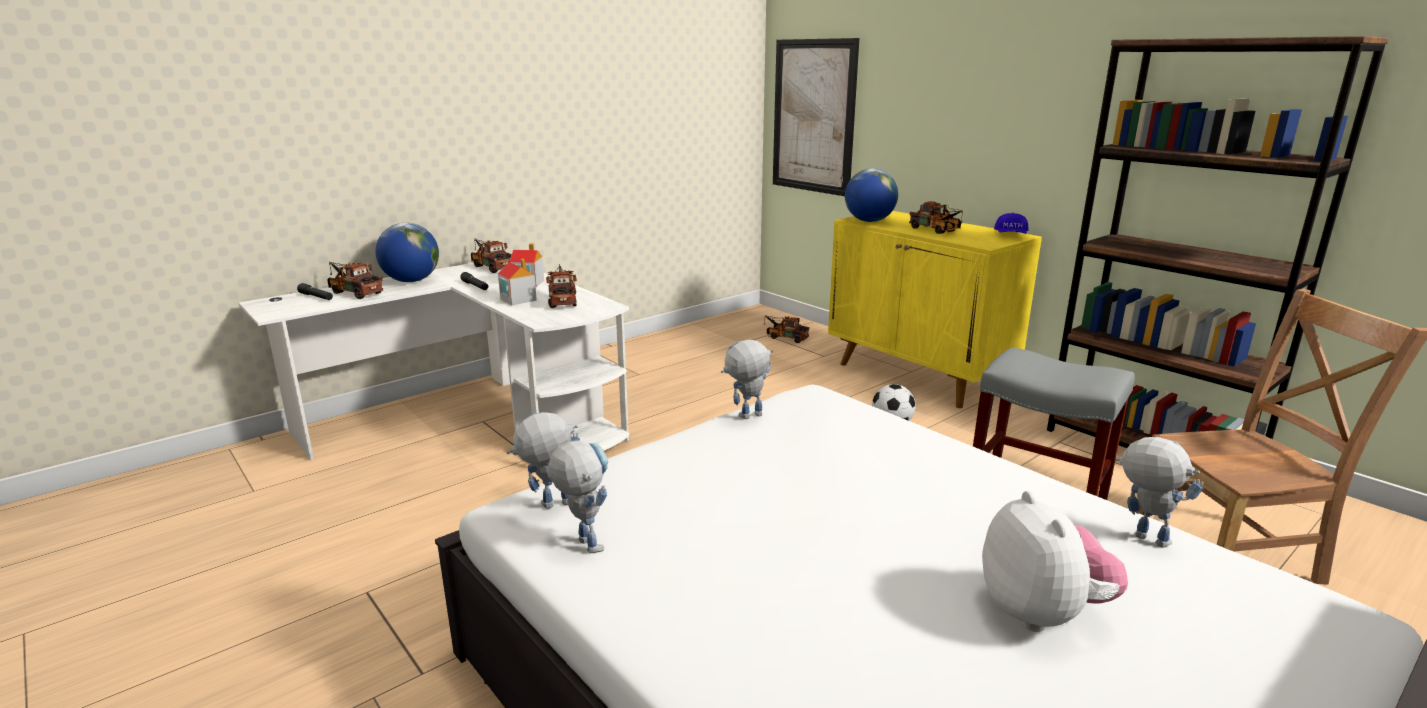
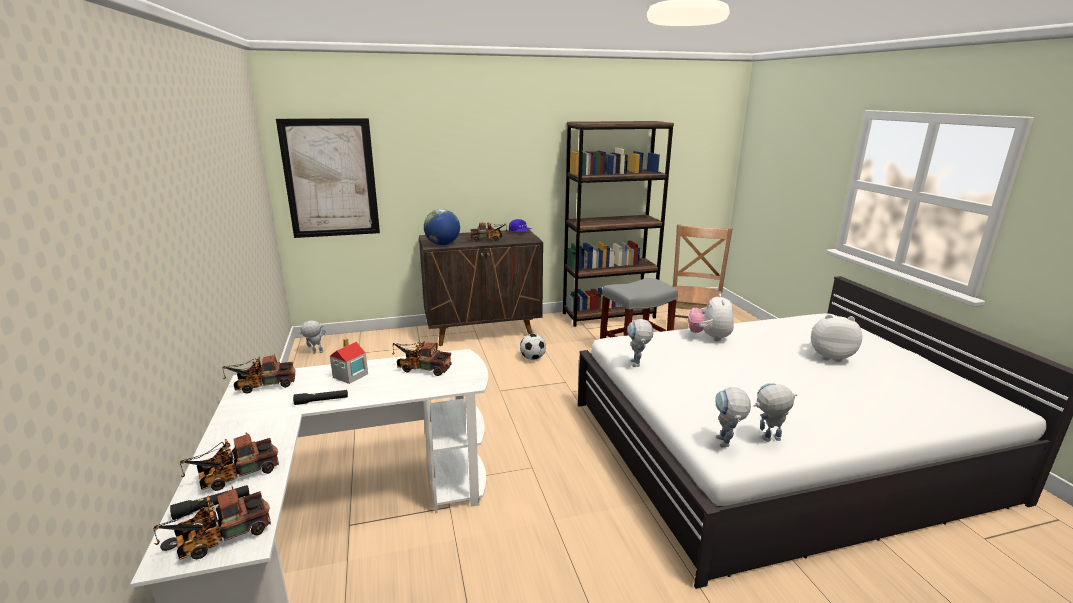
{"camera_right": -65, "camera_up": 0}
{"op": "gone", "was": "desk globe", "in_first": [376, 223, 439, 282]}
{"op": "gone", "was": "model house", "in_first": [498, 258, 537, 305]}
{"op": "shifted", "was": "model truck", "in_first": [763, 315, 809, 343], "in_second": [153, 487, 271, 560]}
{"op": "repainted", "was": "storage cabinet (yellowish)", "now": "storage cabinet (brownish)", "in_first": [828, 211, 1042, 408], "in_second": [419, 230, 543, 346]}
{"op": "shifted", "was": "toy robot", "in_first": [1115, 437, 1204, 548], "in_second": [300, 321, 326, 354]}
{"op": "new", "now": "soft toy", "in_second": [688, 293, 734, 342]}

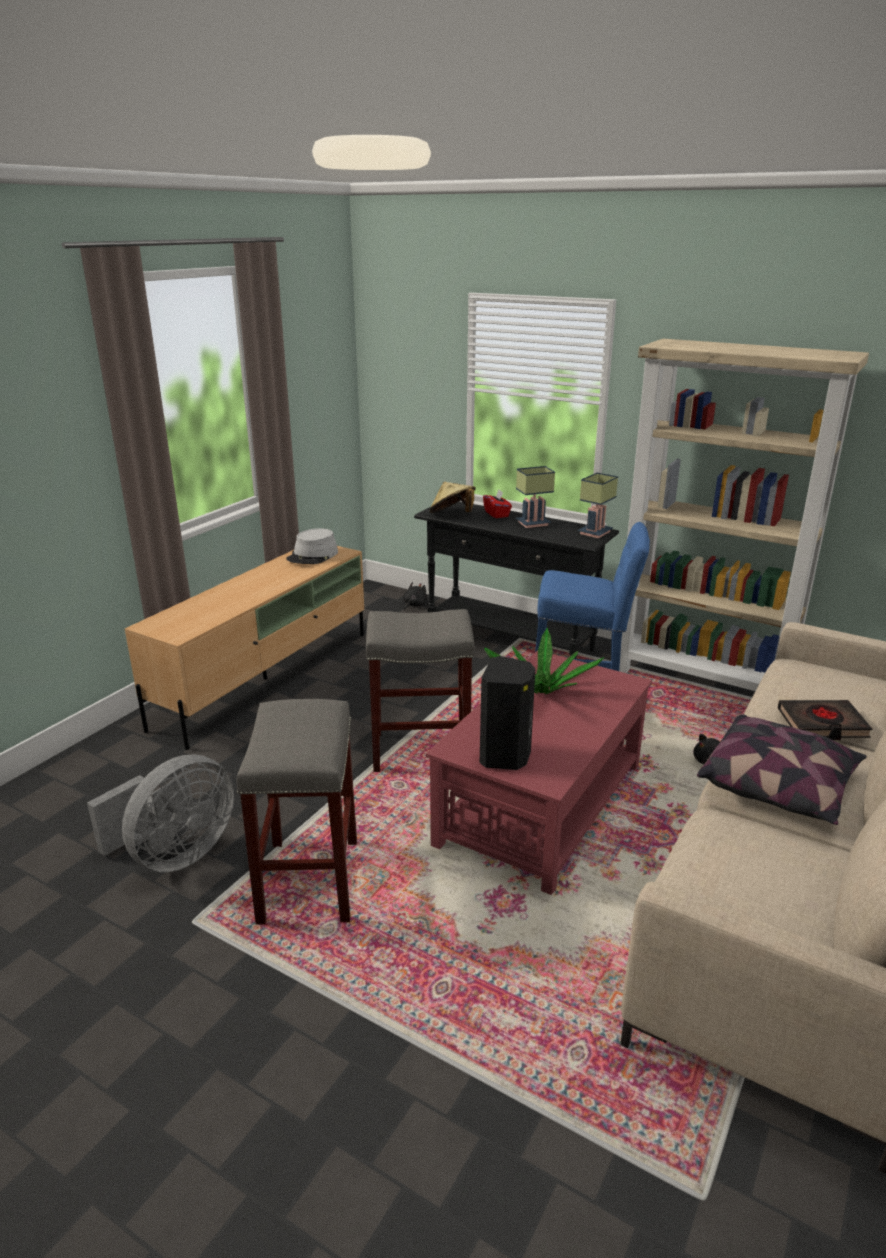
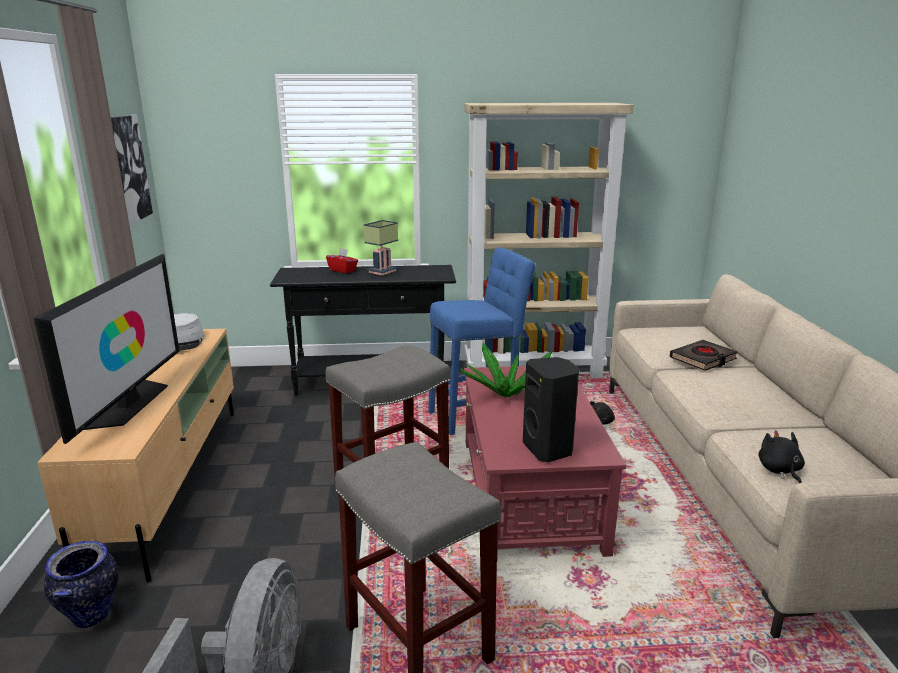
{"camera_right": -35, "camera_up": -5}
{"op": "shifted", "was": "soft toy (blackish)", "in_first": [403, 582, 427, 611], "in_second": [759, 430, 805, 483]}
{"op": "gone", "was": "hat (beige-coloured)", "in_first": [429, 482, 476, 513]}
{"op": "gone", "was": "tabletop lamp", "in_first": [578, 473, 618, 538]}
{"op": "gone", "was": "throw pillow", "in_first": [697, 714, 867, 825]}
{"op": "new", "now": "TV", "in_second": [34, 254, 179, 444]}
{"op": "new", "now": "flower vase", "in_second": [44, 541, 118, 628]}
{"op": "new", "now": "wall picture", "in_second": [111, 115, 153, 225]}

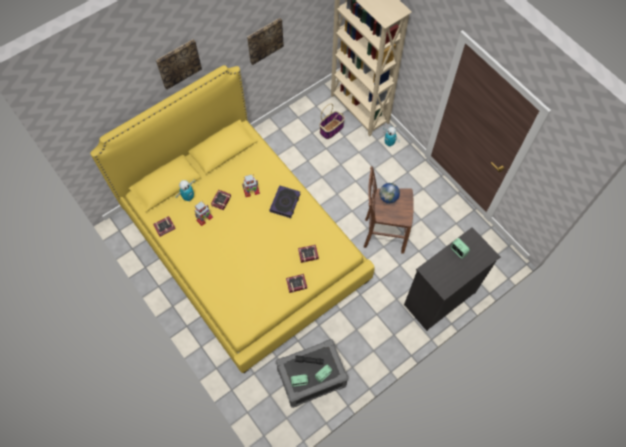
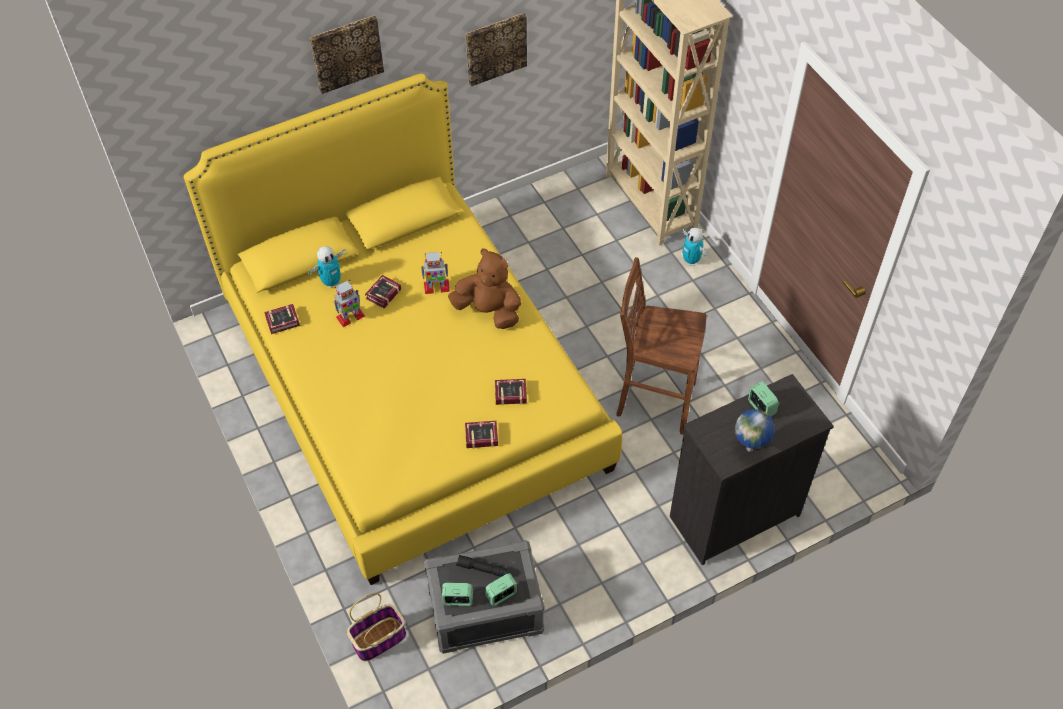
{"camera_right": 10, "camera_up": -10}
{"op": "swapped", "was": "book", "now": "soft toy (brownish)", "in_first": [270, 185, 300, 218], "in_second": [448, 249, 521, 329]}
{"op": "shifted", "was": "storage basket", "in_first": [319, 104, 345, 139], "in_second": [347, 593, 406, 661]}
{"op": "shifted", "was": "desk globe", "in_first": [379, 183, 400, 204], "in_second": [735, 409, 775, 452]}

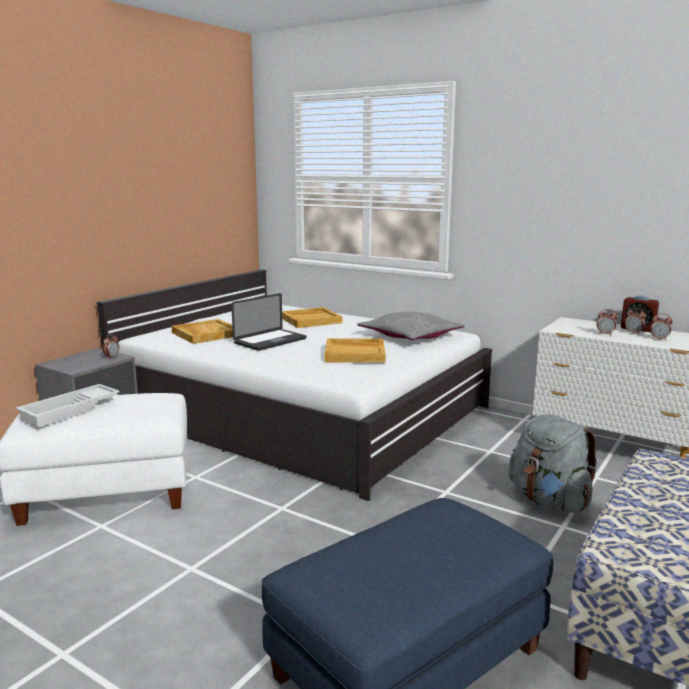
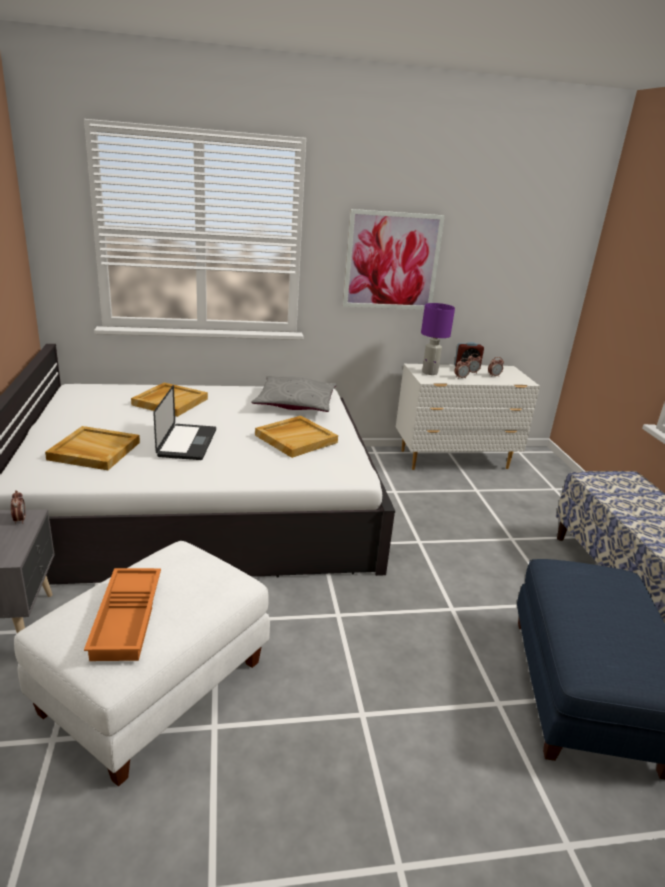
{"camera_right": -45, "camera_up": 10}
{"op": "repainted", "was": "serving tray (white)", "now": "serving tray (orangey)", "in_first": [16, 384, 120, 428], "in_second": [84, 568, 161, 661]}
{"op": "gone", "was": "rucksack (greyish)", "in_first": [509, 414, 598, 513]}
{"op": "new", "now": "wall picture", "in_second": [343, 209, 445, 310]}
{"op": "new", "now": "tabletop lamp (purple-coloured)", "in_second": [421, 303, 455, 375]}

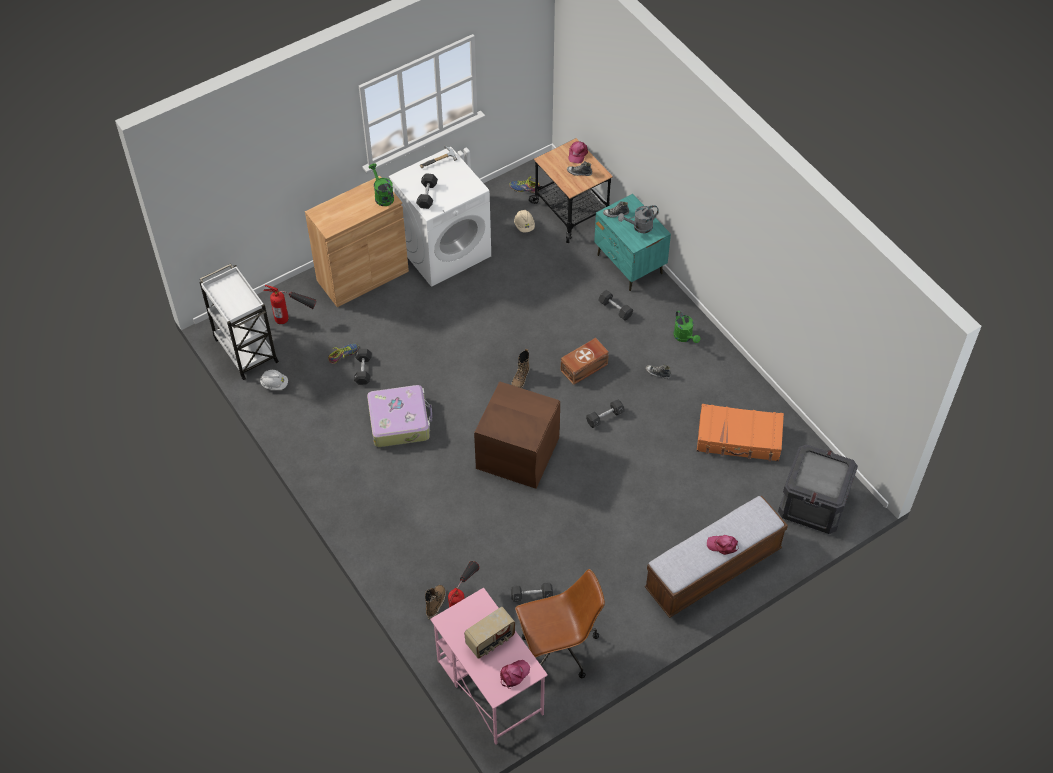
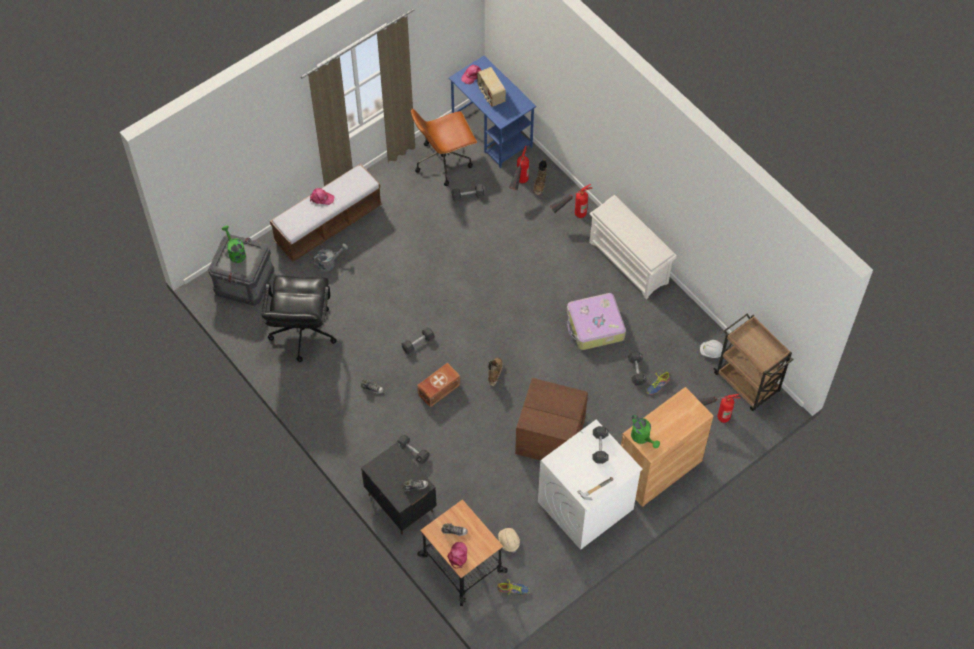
{"camera_right": 175, "camera_up": 5}
{"op": "repainted", "was": "trolley (white)", "now": "trolley (brownish)", "in_first": [199, 264, 279, 380], "in_second": [714, 313, 794, 411]}
{"op": "repainted", "was": "desk table (pinkish)", "now": "desk table (blue-coloured)", "in_first": [430, 588, 548, 745], "in_second": [449, 56, 536, 168]}
{"op": "rotated", "was": "radio", "in_first": [464, 607, 515, 659], "in_second": [477, 67, 506, 107], "clockwise": -75}
{"op": "shifted", "was": "storage bin (brownish)", "in_first": [474, 382, 560, 489], "in_second": [515, 378, 588, 460]}
{"op": "repainted", "was": "bedside table (turquoise)", "now": "bedside table (blackish)", "in_first": [594, 194, 671, 291], "in_second": [361, 443, 437, 535]}
{"op": "shifted", "was": "watering can (greyish)", "in_first": [618, 205, 659, 233], "in_second": [313, 243, 348, 272]}
{"op": "shifted", "was": "watering can (green-coloured)", "in_first": [673, 310, 700, 343], "in_second": [222, 226, 246, 263]}
{"op": "swapped", "was": "suitcase (orangey)", "now": "office chair (blackish)", "in_first": [697, 404, 784, 462], "in_second": [261, 275, 336, 362]}
{"op": "new", "now": "extinguisher", "in_second": [550, 184, 592, 218]}
{"op": "new", "now": "shoe rack (white)", "in_second": [589, 195, 677, 299]}

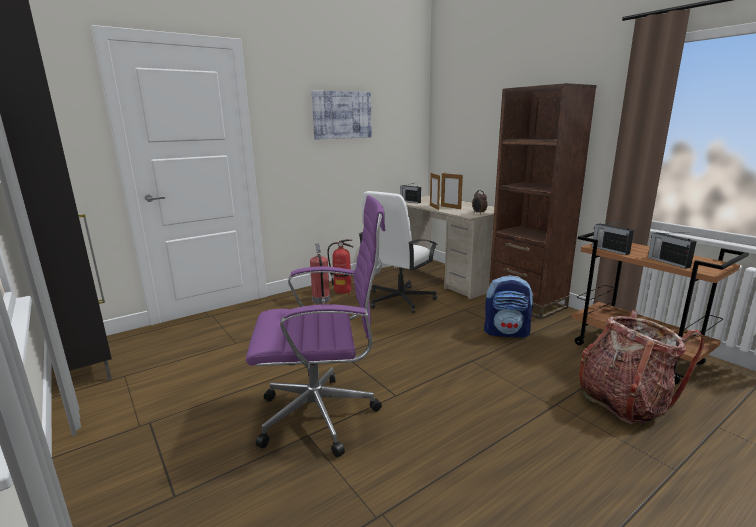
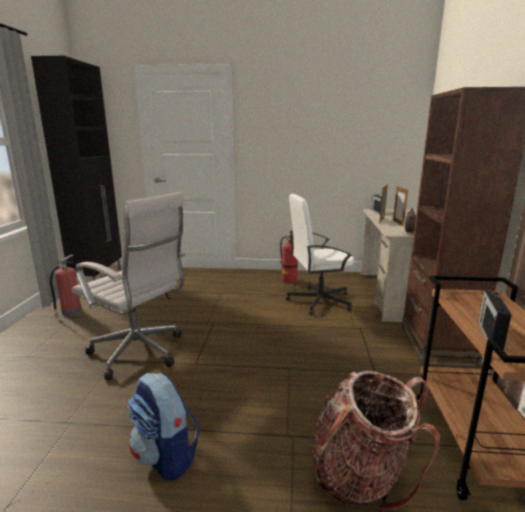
{"camera_right": 40, "camera_up": 0}
{"op": "repainted", "was": "office chair (purple-coloured)", "now": "office chair (white)", "in_first": [246, 195, 385, 457], "in_second": [72, 191, 186, 380]}
{"op": "shifted", "was": "extinguisher", "in_first": [310, 243, 330, 304], "in_second": [50, 254, 82, 317]}
{"op": "gone", "was": "wall picture", "in_first": [311, 91, 372, 140]}
{"op": "shifted", "was": "rucksack", "in_first": [484, 275, 534, 338], "in_second": [127, 373, 200, 481]}
{"op": "gone", "was": "radio", "in_first": [592, 222, 634, 255]}

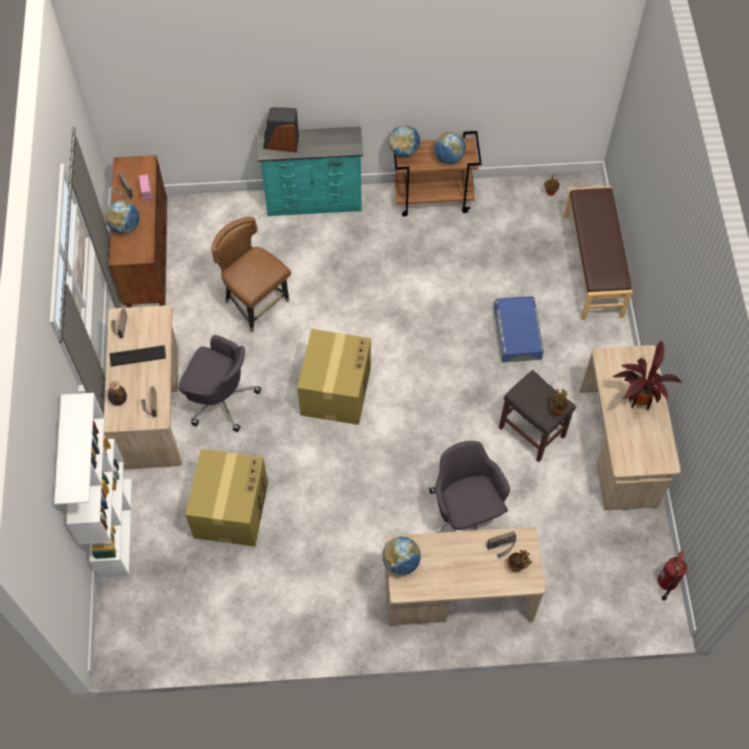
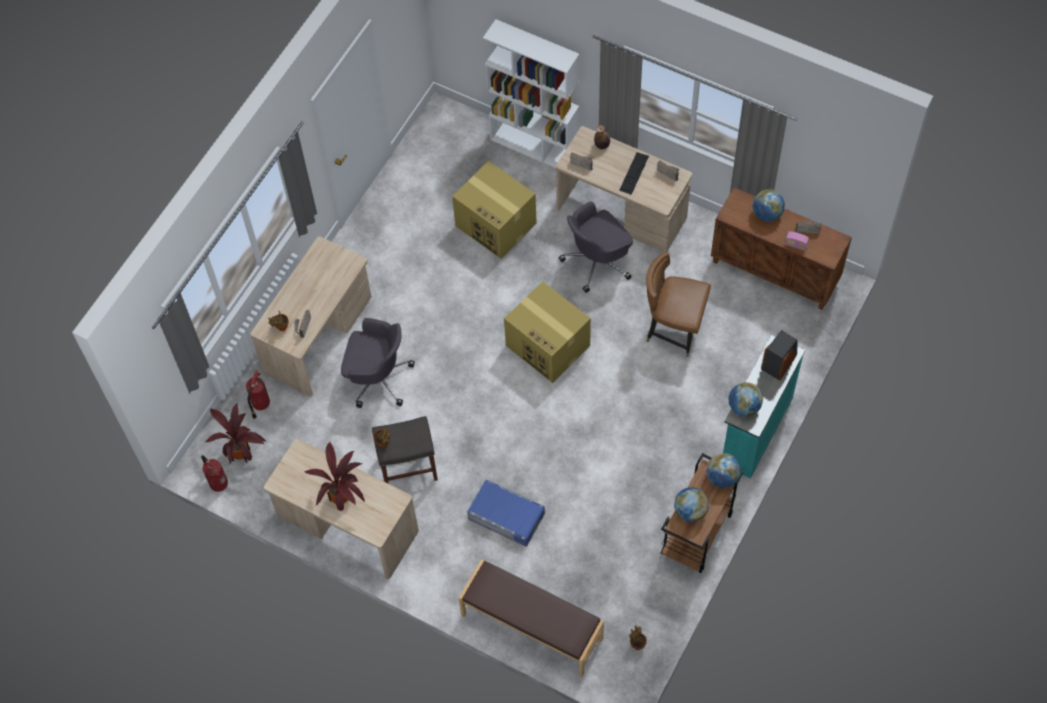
{"camera_right": 125, "camera_up": 0}
{"op": "rotated", "was": "upright chair (brownish)", "in_first": [211, 217, 291, 332], "in_second": [646, 252, 711, 357], "clockwise": -150}
{"op": "shifted", "was": "desk globe", "in_first": [383, 536, 421, 575], "in_second": [729, 382, 763, 417]}
{"op": "new", "now": "plant in a pot", "in_second": [204, 403, 266, 464]}
{"op": "new", "now": "extinguisher", "in_second": [246, 370, 270, 419]}

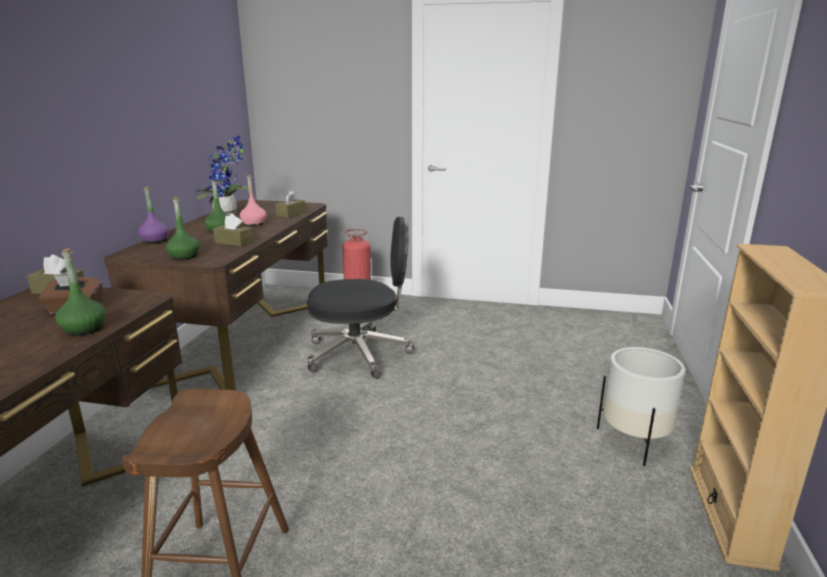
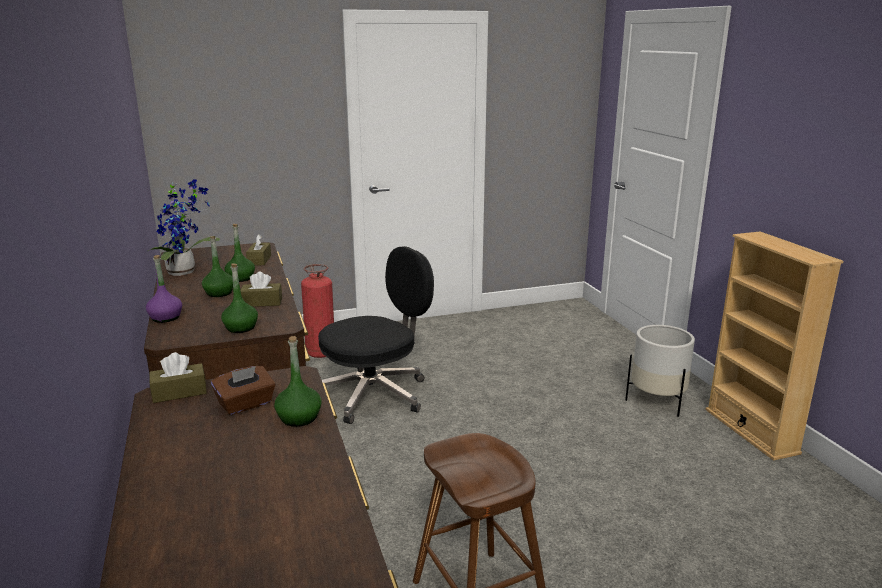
{"camera_right": -30, "camera_up": 0}
{"op": "repainted", "was": "drink bottle (pinkish)", "now": "drink bottle (green-coloured)", "in_first": [240, 175, 266, 226], "in_second": [225, 224, 255, 282]}

